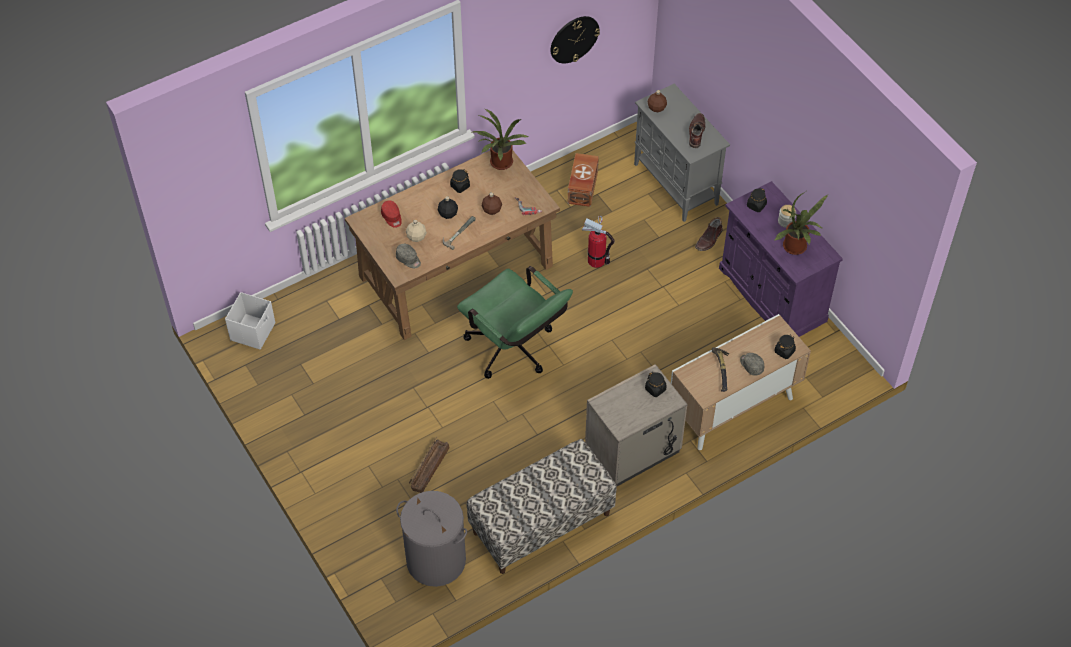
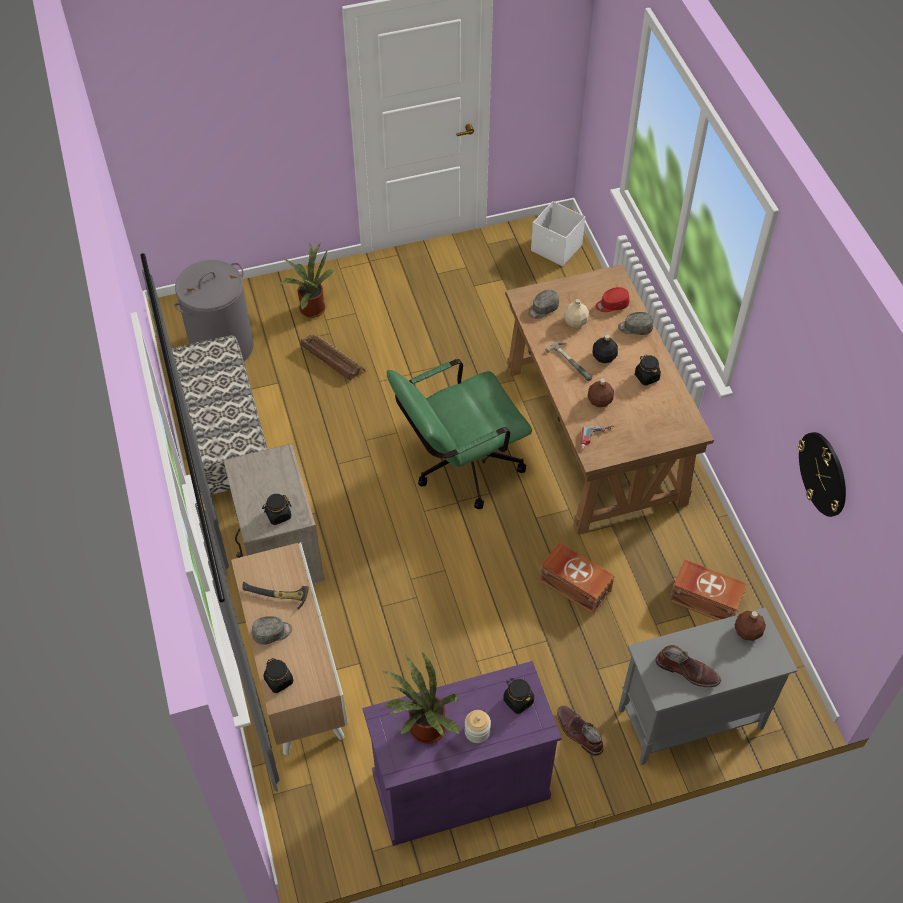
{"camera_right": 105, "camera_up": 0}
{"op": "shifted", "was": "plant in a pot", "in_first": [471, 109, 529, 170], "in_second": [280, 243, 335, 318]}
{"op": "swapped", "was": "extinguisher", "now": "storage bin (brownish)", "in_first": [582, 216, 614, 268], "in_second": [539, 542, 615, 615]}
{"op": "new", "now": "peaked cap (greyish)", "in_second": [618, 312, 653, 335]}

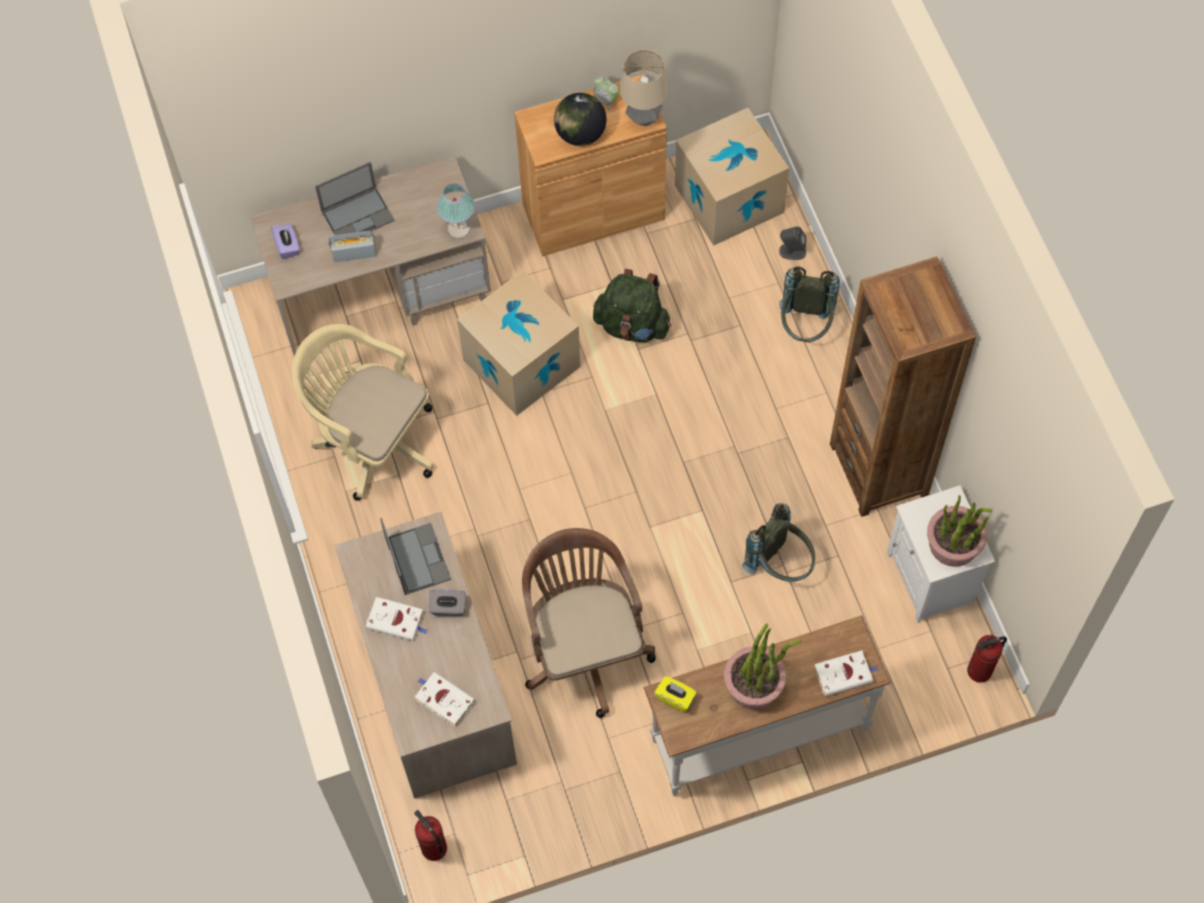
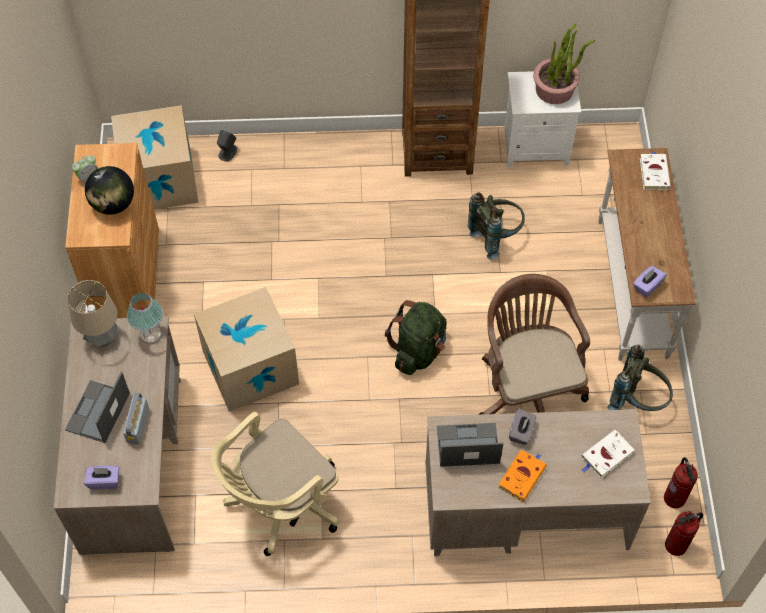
{"camera_right": -75, "camera_up": -5}
{"op": "rotated", "was": "laptop", "in_first": [315, 162, 395, 235], "in_second": [65, 372, 130, 443], "clockwise": -150}
{"op": "repainted", "was": "book (white)", "now": "book (orangey)", "in_first": [366, 597, 428, 641], "in_second": [498, 450, 547, 502]}
{"op": "rotated", "was": "office chair (brownish)", "in_first": [522, 528, 656, 718], "in_second": [479, 274, 590, 415], "clockwise": 75}
{"op": "shifted", "was": "rucksack (green-coloured)", "in_first": [593, 269, 671, 342], "in_second": [385, 300, 447, 375]}
{"op": "shifted", "was": "tabletop lamp", "in_first": [620, 50, 668, 126], "in_second": [67, 280, 118, 348]}
{"op": "repainted", "was": "tissue box (yellowish)", "now": "tissue box (purple-coloured)", "in_first": [654, 676, 697, 712], "in_second": [633, 266, 667, 297]}
{"op": "gone", "was": "plant in a pot", "in_first": [724, 623, 801, 709]}
{"op": "shifted", "was": "rucksack (greyish)", "in_first": [779, 266, 840, 342], "in_second": [607, 344, 673, 411]}
{"op": "shifted", "was": "extinguisher", "in_first": [967, 635, 1007, 683], "in_second": [664, 457, 698, 508]}

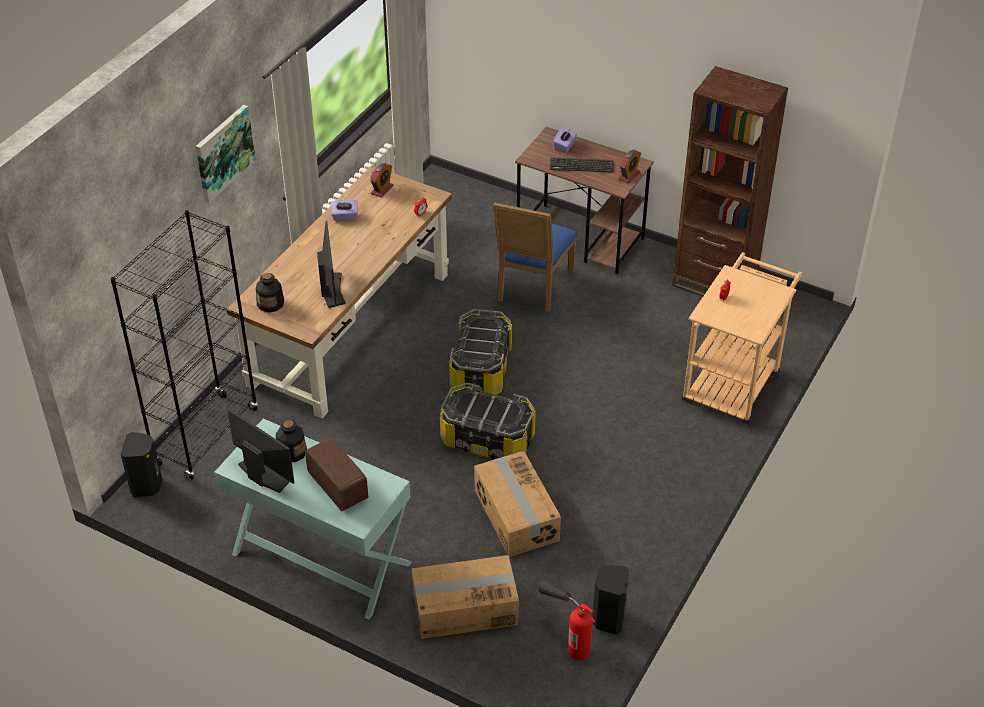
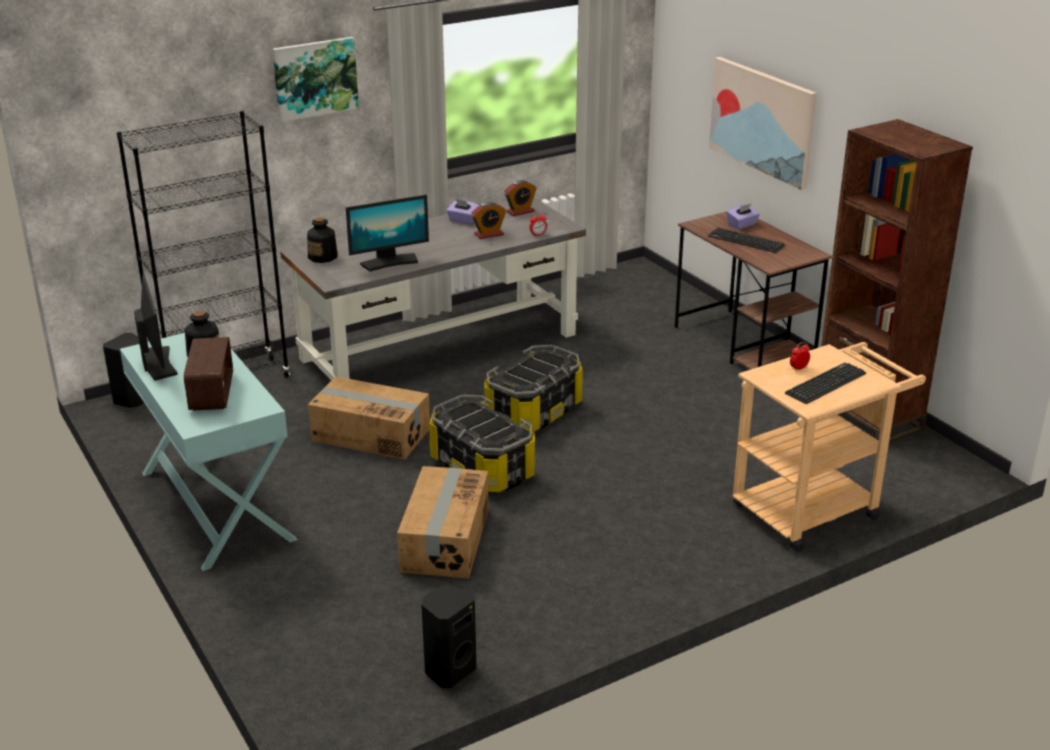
{"camera_right": 30, "camera_up": -15}
{"op": "repainted", "was": "desk table (brownish)", "now": "desk table (greyish)", "in_first": [226, 165, 452, 419], "in_second": [280, 198, 586, 381]}
{"op": "rotated", "was": "computer screen", "in_first": [317, 221, 346, 308], "in_second": [346, 195, 429, 272], "clockwise": 45}
{"op": "shifted", "was": "packing box", "in_first": [411, 555, 519, 639], "in_second": [308, 376, 430, 460]}
{"op": "gone", "was": "upright chair (blue-coloured)", "in_first": [493, 202, 578, 312]}
{"op": "gone", "was": "extinguisher", "in_first": [538, 578, 595, 660]}
{"op": "shifted", "was": "bedside clock", "in_first": [618, 150, 641, 183], "in_second": [471, 202, 506, 239]}
{"op": "new", "now": "wall picture", "in_second": [709, 57, 817, 190]}
{"op": "new", "now": "keyboard", "in_second": [785, 363, 866, 404]}

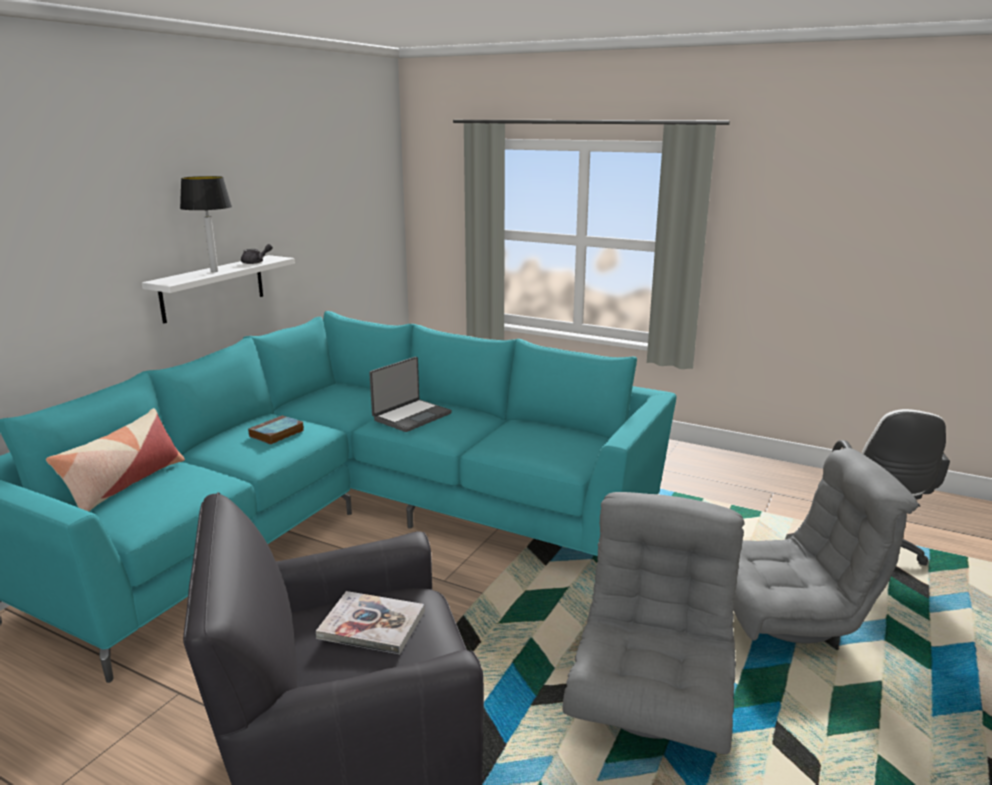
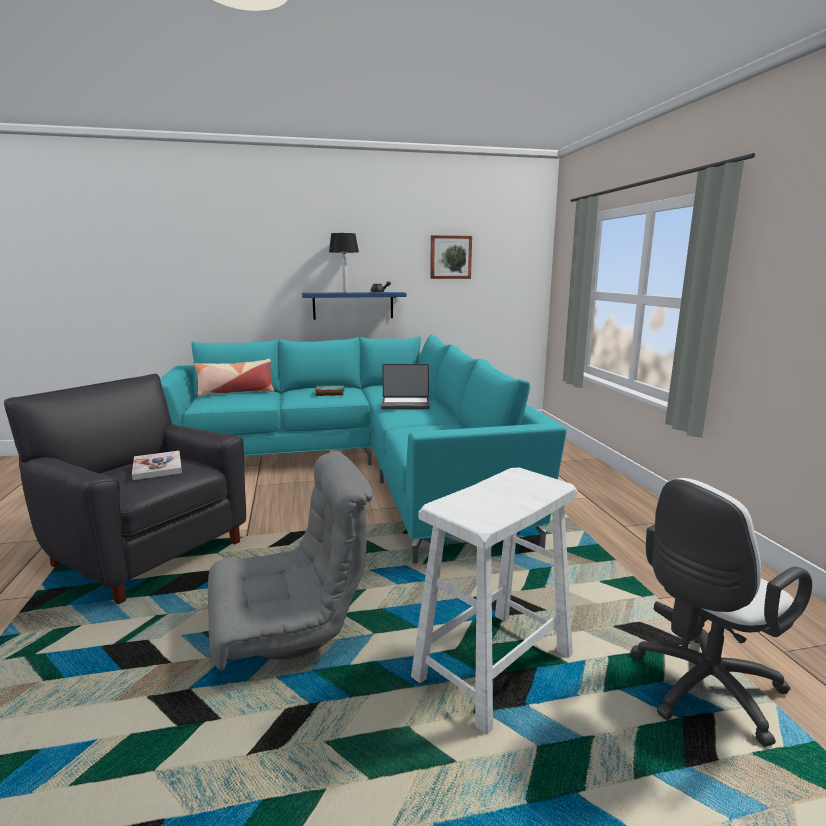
{"camera_right": 50, "camera_up": -5}
{"op": "repainted", "was": "wall shelf (white)", "now": "wall shelf (blue-coloured)", "in_first": [142, 255, 295, 324], "in_second": [302, 292, 407, 320]}
{"op": "swapped", "was": "armchair (greyish)", "now": "stool seat (white)", "in_first": [734, 448, 918, 644], "in_second": [411, 468, 578, 734]}
{"op": "new", "now": "wall picture", "in_second": [430, 235, 472, 279]}

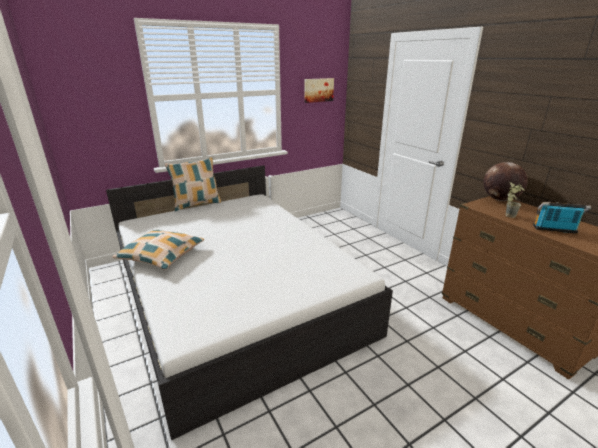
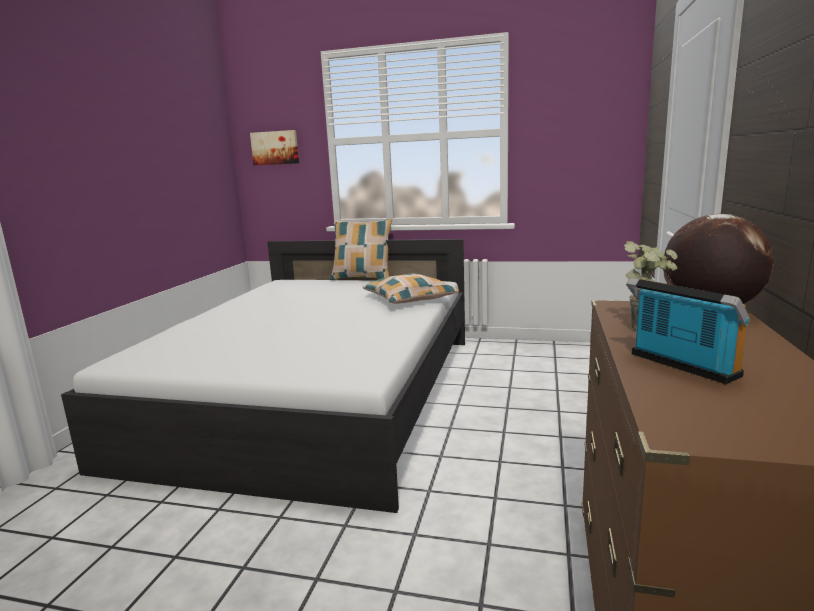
{"camera_right": 45, "camera_up": -10}
{"op": "shifted", "was": "throw pillow", "in_first": [112, 230, 204, 270], "in_second": [363, 274, 459, 304]}
{"op": "shifted", "was": "wall picture", "in_first": [304, 78, 334, 103], "in_second": [250, 130, 299, 165]}

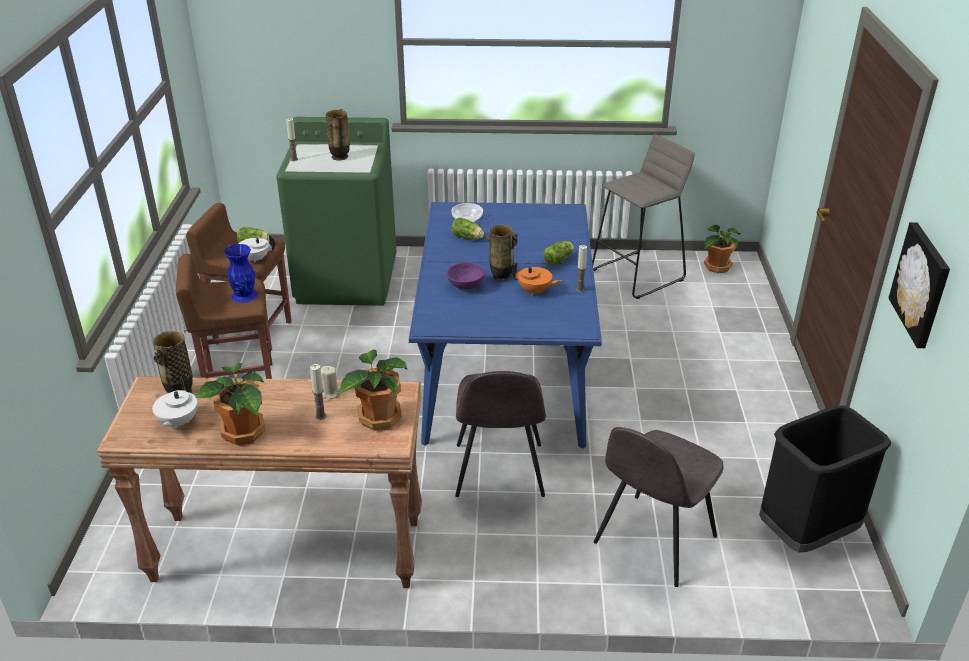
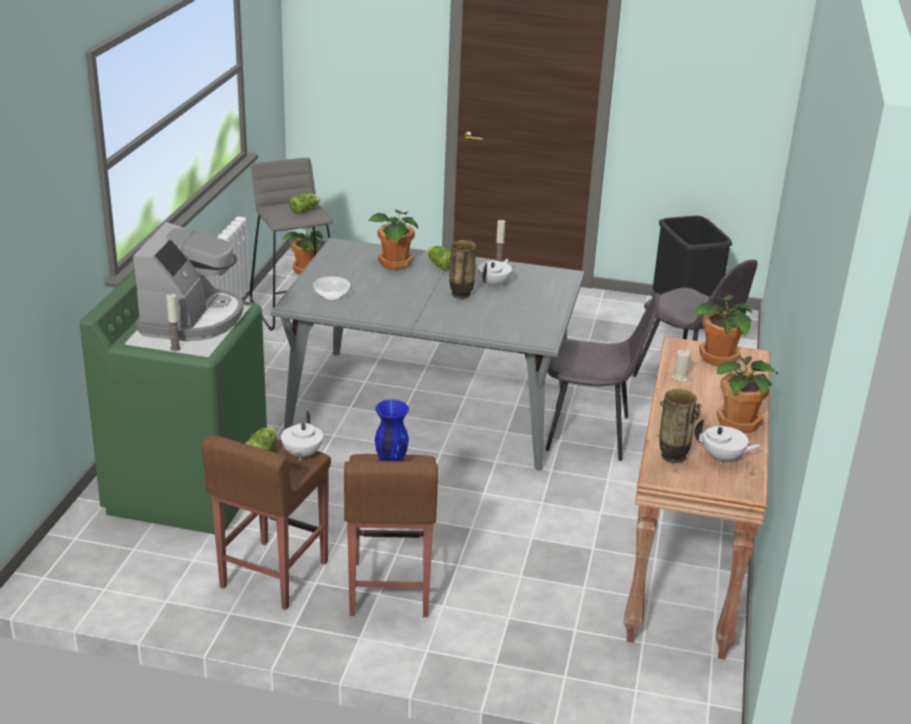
{"camera_right": -80, "camera_up": -5}
{"op": "gone", "was": "wax light", "in_first": [310, 364, 326, 420]}
{"op": "swapped", "was": "flower vase", "now": "coffee brewer", "in_first": [326, 109, 350, 161], "in_second": [133, 222, 243, 341]}
{"op": "repainted", "was": "kitchen table (blue-coloured)", "now": "kitchen table (greyish)", "in_first": [409, 202, 602, 448], "in_second": [271, 238, 585, 471]}
{"op": "gone", "was": "serving bowl (purple-coloured)", "in_first": [446, 262, 485, 290]}
{"op": "shifted", "was": "lettuce", "in_first": [452, 218, 484, 240], "in_second": [289, 193, 320, 214]}
{"op": "repainted", "was": "tea pot (orangey)", "now": "tea pot (white)", "in_first": [512, 262, 561, 296], "in_second": [478, 259, 512, 287]}
{"op": "gone", "was": "wall picture", "in_first": [888, 222, 950, 348]}
{"op": "new", "now": "plant in a pot", "in_second": [368, 210, 418, 270]}

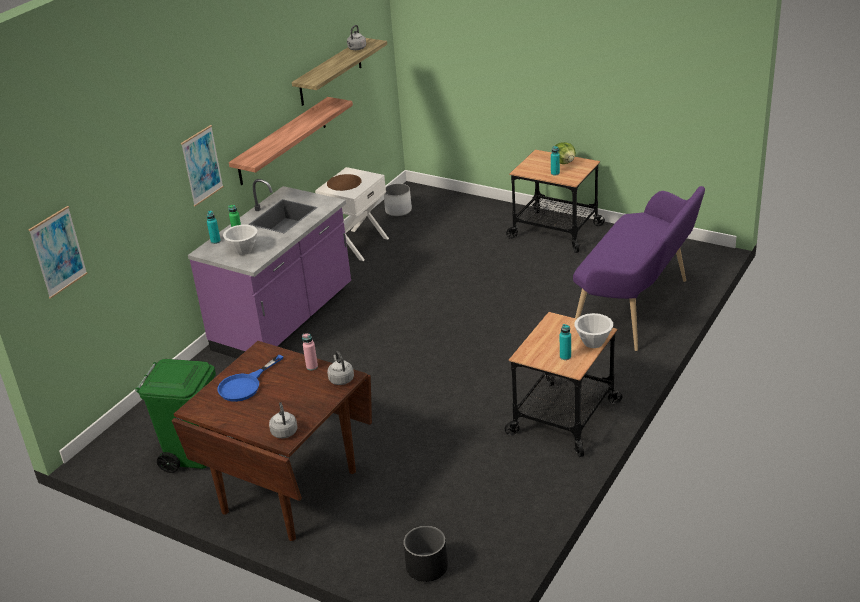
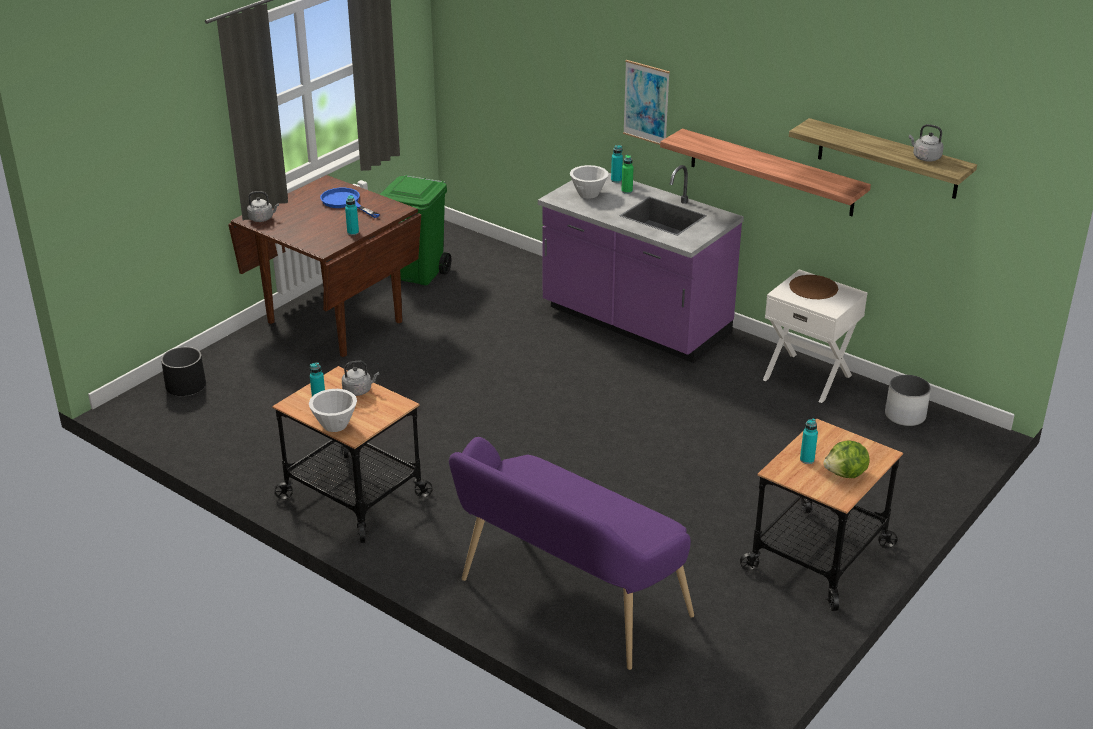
{"camera_right": 95, "camera_up": 0}
{"op": "gone", "was": "wall picture", "in_first": [28, 206, 88, 299]}
{"op": "repainted", "was": "drink bottle (pinkish)", "now": "drink bottle (turquoise)", "in_first": [302, 334, 318, 370], "in_second": [345, 195, 359, 235]}
{"op": "shifted", "was": "tea kettle (greyish)", "in_first": [327, 351, 354, 385], "in_second": [342, 361, 379, 396]}

